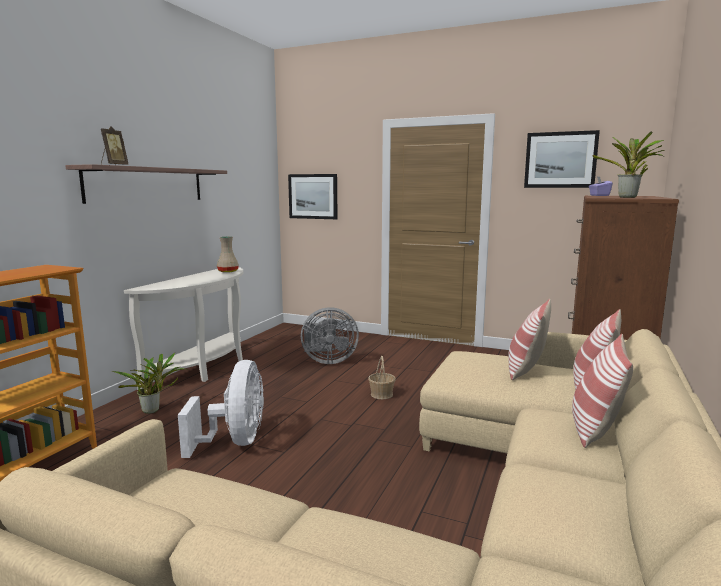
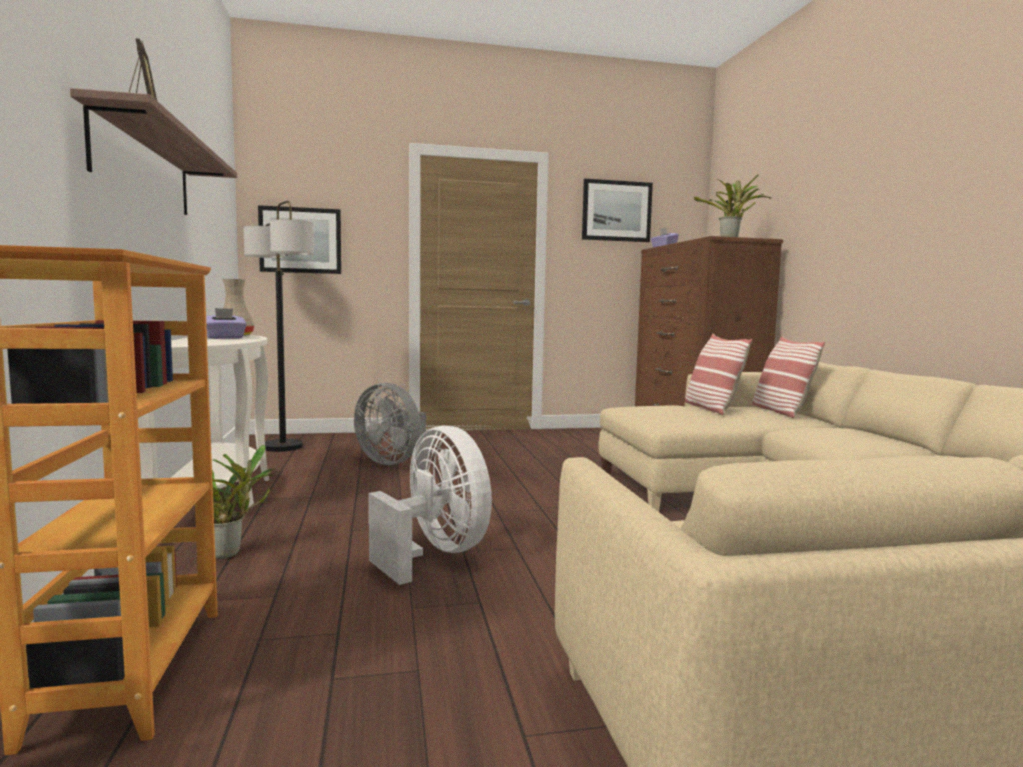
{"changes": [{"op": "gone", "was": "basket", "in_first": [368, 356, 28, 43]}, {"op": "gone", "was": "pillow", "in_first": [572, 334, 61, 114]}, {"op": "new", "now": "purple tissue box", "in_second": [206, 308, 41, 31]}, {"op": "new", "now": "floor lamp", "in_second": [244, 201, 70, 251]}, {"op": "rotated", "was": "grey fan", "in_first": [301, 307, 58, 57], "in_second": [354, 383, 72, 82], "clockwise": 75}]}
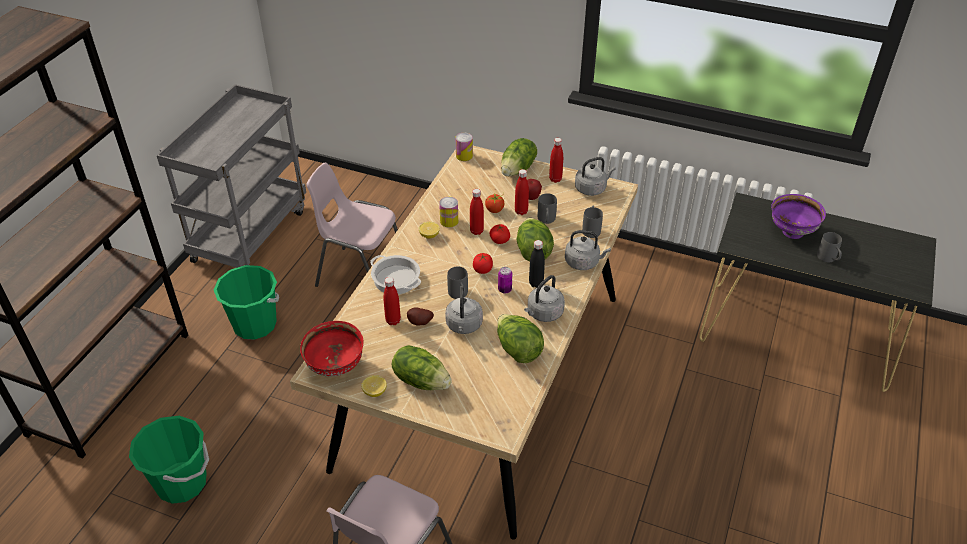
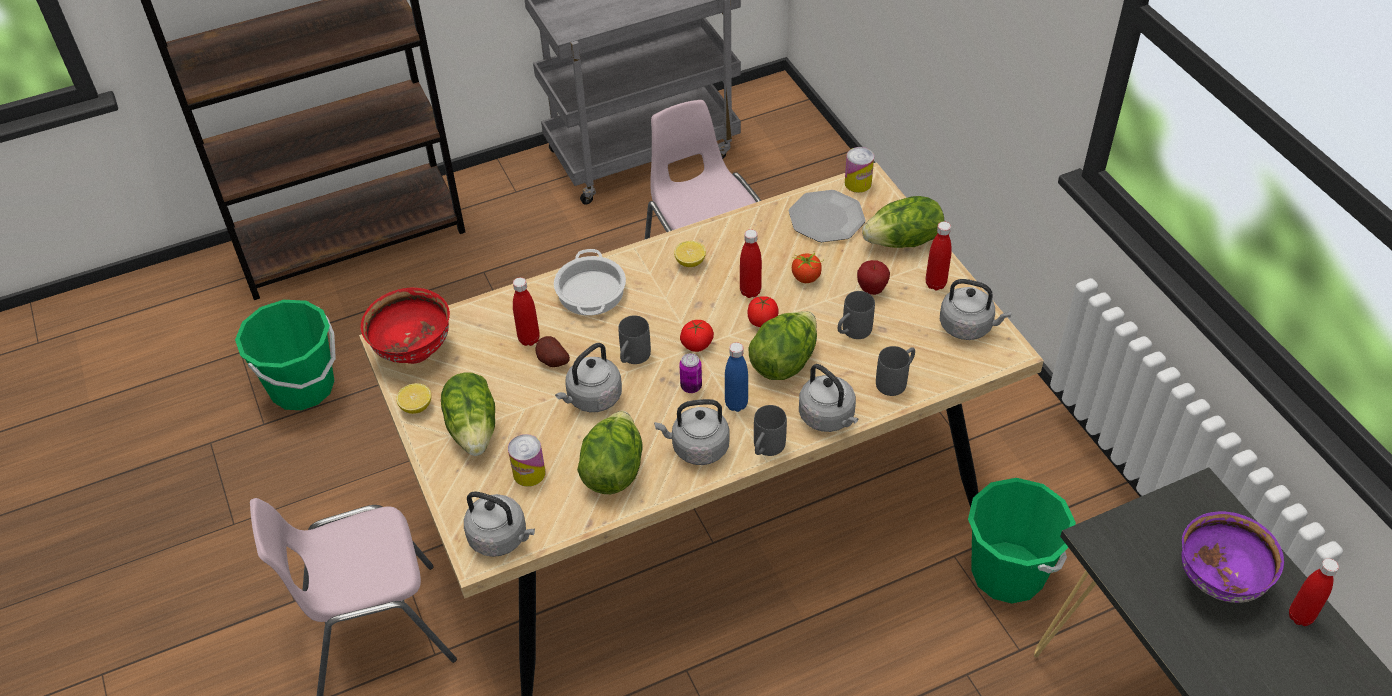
{"changes": [{"op": "new", "now": "grey kettle", "in_second": [464, 491, 71, 66]}, {"op": "new", "now": "plate", "in_second": [789, 190, 76, 52]}, {"op": "shifted", "was": "green bucket", "in_first": [214, 265, 65, 75], "in_second": [968, 478, 108, 126]}, {"op": "shifted", "was": "can", "in_first": [439, 197, 19, 30], "in_second": [508, 434, 37, 53]}, {"op": "shifted", "was": "red bottle", "in_first": [515, 169, 14, 46], "in_second": [1289, 558, 50, 68]}, {"op": "shifted", "was": "grey mug", "in_first": [817, 232, 25, 30], "in_second": [754, 405, 33, 51]}, {"op": "repainted", "was": "black bottle", "now": "blue bottle", "in_first": [529, 240, 16, 48], "in_second": [725, 342, 23, 70]}]}
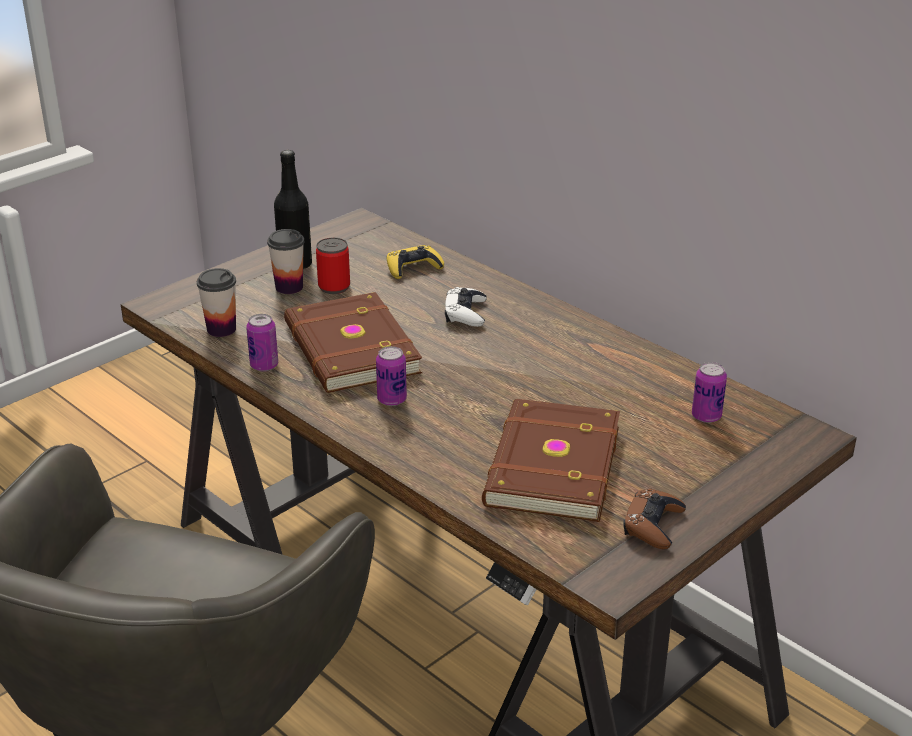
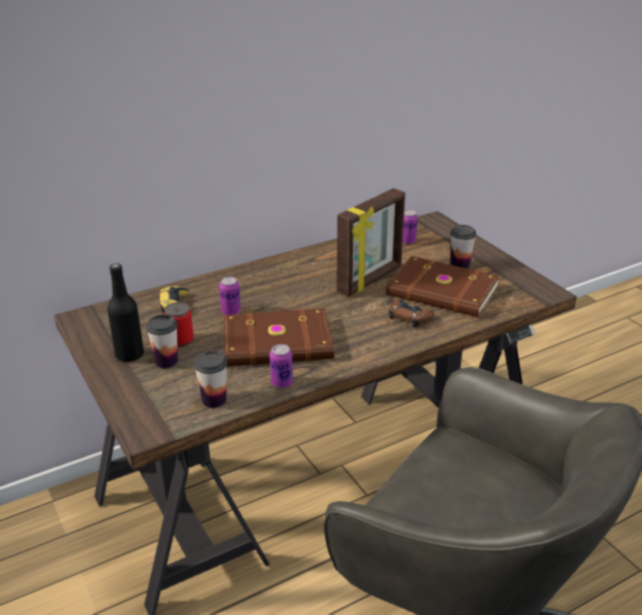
{"changes": [{"op": "gone", "was": "white game controller", "in_first": [445, 287, 42, 40]}, {"op": "new", "now": "picture frame", "in_second": [337, 188, 68, 109]}, {"op": "new", "now": "cup", "in_second": [450, 225, 26, 44]}, {"op": "shifted", "was": "can", "in_first": [376, 346, 31, 60], "in_second": [219, 277, 22, 38]}, {"op": "shifted", "was": "brown game controller", "in_first": [623, 488, 63, 62], "in_second": [389, 300, 45, 28]}]}
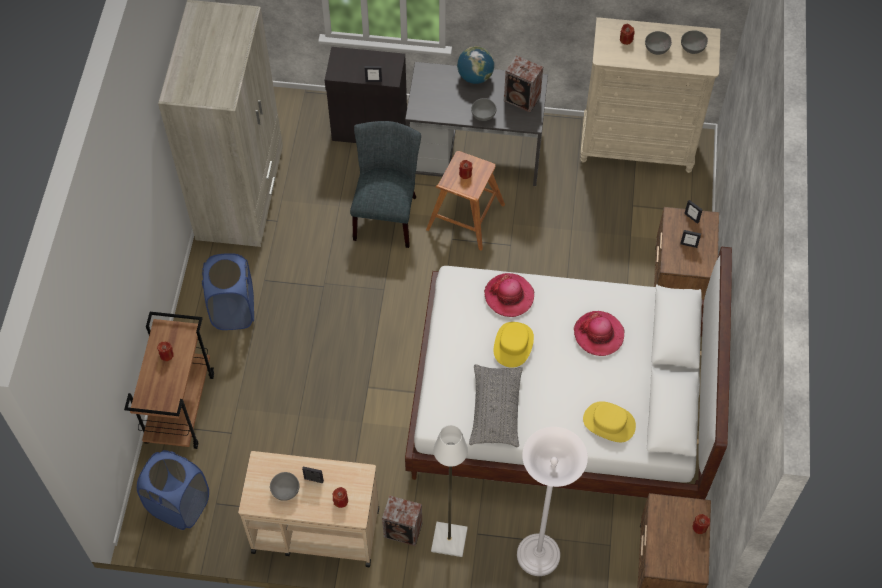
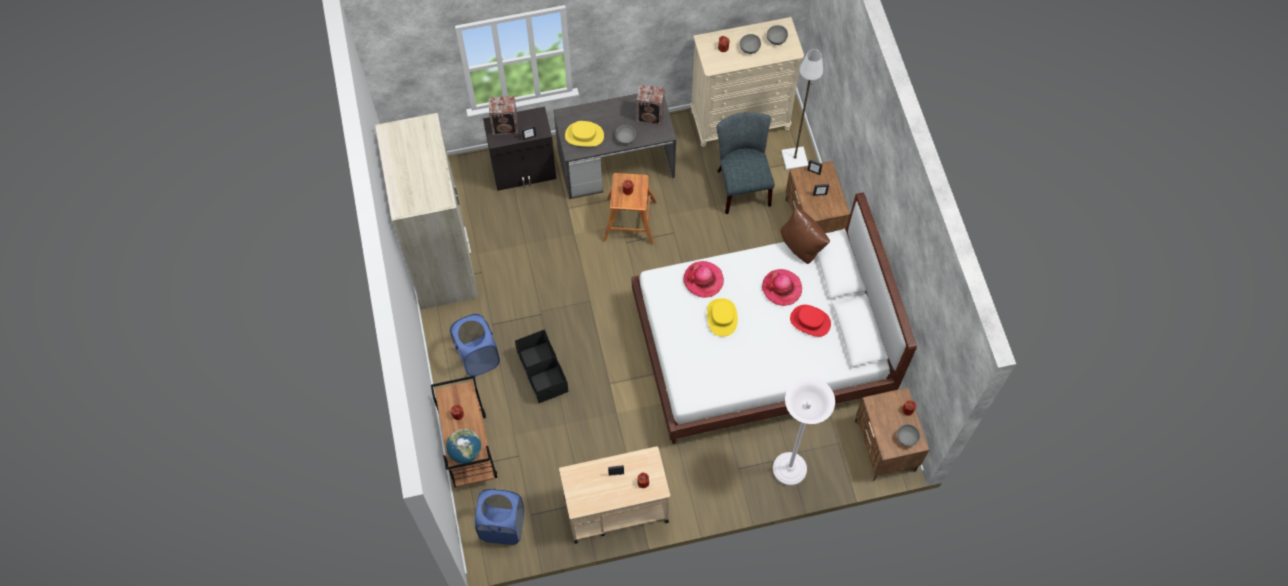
{"changes": [{"op": "gone", "was": "grey pillow", "in_first": [469, 364, 54, 83]}, {"op": "new", "now": "black storage box", "in_second": [515, 329, 53, 74]}, {"op": "new", "now": "brown pillow", "in_second": [780, 208, 50, 56]}, {"op": "new", "now": "red hat", "in_second": [790, 305, 41, 32]}, {"op": "shifted", "was": "grey bowl", "in_first": [270, 472, 29, 29], "in_second": [897, 424, 23, 23]}, {"op": "shifted", "was": "grey chair", "in_first": [350, 121, 71, 127], "in_second": [717, 112, 58, 102]}, {"op": "shifted", "was": "speaker", "in_first": [382, 495, 40, 51], "in_second": [489, 96, 29, 39]}, {"op": "shifted", "was": "white floor lamp", "in_first": [431, 425, 37, 132], "in_second": [781, 49, 42, 121]}, {"op": "shifted", "was": "globe", "in_first": [457, 46, 37, 38], "in_second": [446, 429, 35, 35]}, {"op": "shifted", "was": "yellow hat", "in_first": [583, 401, 53, 41], "in_second": [565, 121, 39, 26]}]}
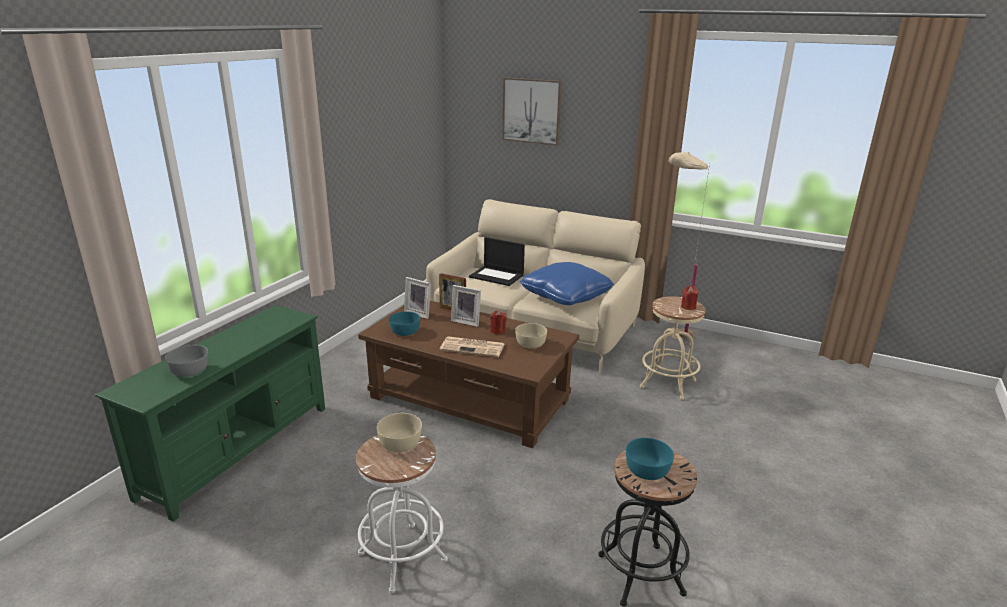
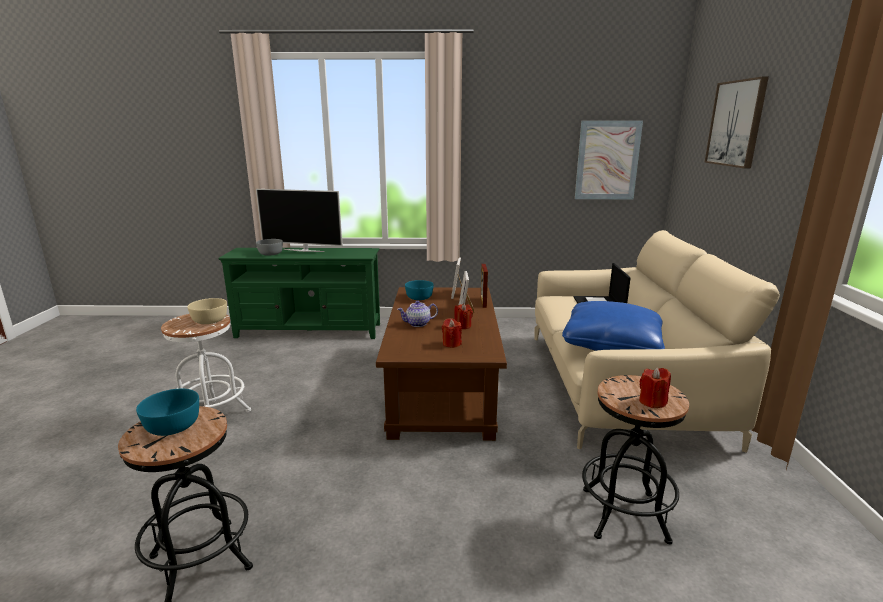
{"changes": [{"op": "gone", "was": "beige floor lamp", "in_first": [669, 152, 41, 187]}, {"op": "new", "now": "television", "in_second": [256, 189, 87, 63]}, {"op": "new", "now": "picture", "in_second": [575, 121, 68, 78]}, {"op": "swapped", "was": "newspaper", "now": "teapot", "in_first": [440, 336, 65, 21], "in_second": [397, 301, 41, 26]}, {"op": "swapped", "was": "beige bowl", "now": "red candle", "in_first": [515, 323, 32, 25], "in_second": [442, 318, 20, 30]}, {"op": "repainted", "was": "beige stool", "now": "black stool", "in_first": [640, 296, 66, 104], "in_second": [582, 375, 107, 169]}]}
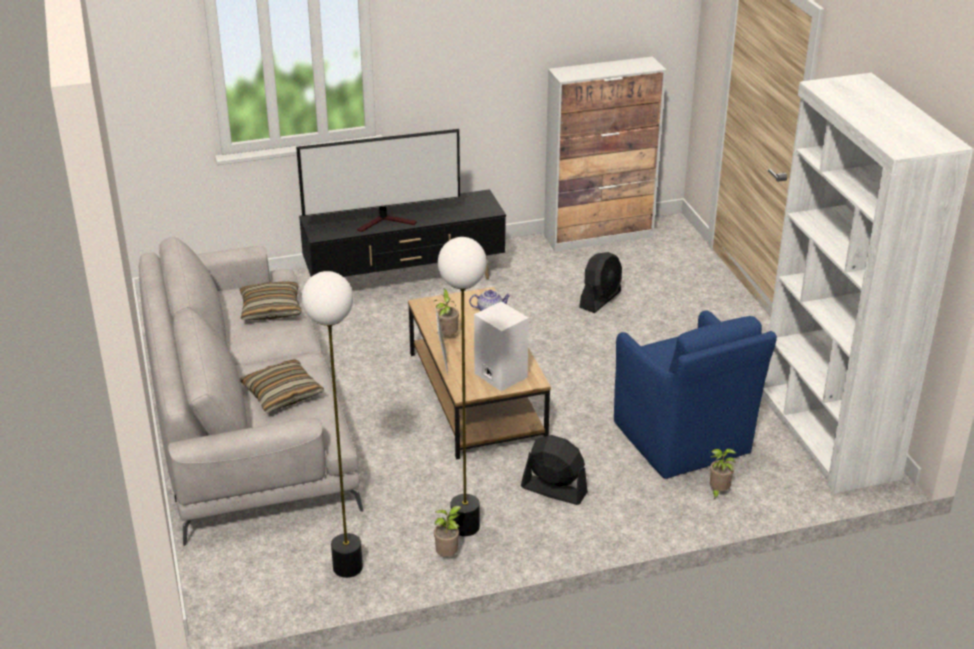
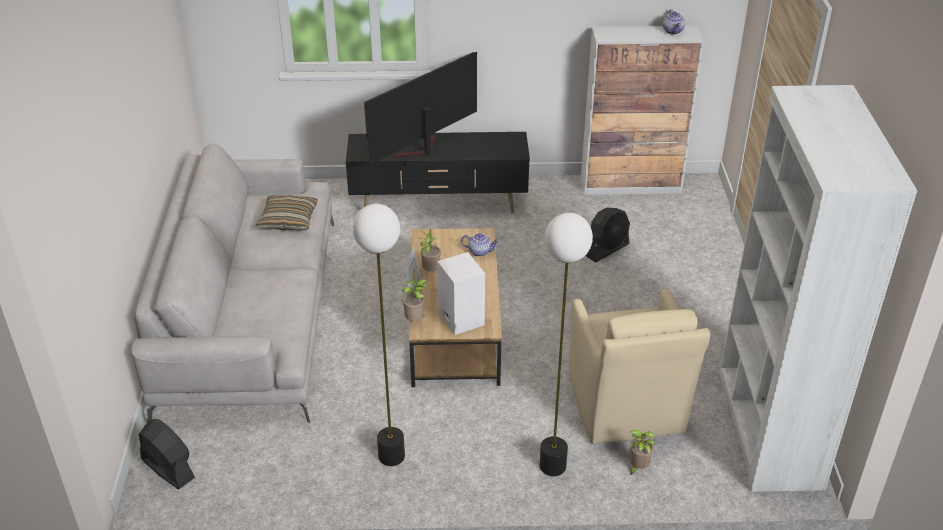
{"changes": [{"op": "gone", "was": "pillow", "in_first": [240, 359, 84, 53]}, {"op": "new", "now": "teapot", "in_second": [663, 9, 22, 26]}, {"op": "shifted", "was": "floor lamp", "in_first": [302, 271, 61, 307], "in_second": [540, 213, 53, 263]}, {"op": "shifted", "was": "potted plant", "in_first": [434, 506, 27, 51], "in_second": [402, 279, 25, 42]}, {"op": "shifted", "was": "black fan", "in_first": [521, 435, 67, 70], "in_second": [139, 419, 56, 70]}, {"op": "repainted", "was": "blue armchair", "now": "beige armchair", "in_first": [614, 311, 163, 168], "in_second": [569, 289, 141, 155]}, {"op": "rotated", "was": "television", "in_first": [296, 129, 164, 103], "in_second": [364, 52, 113, 113], "clockwise": 135}]}
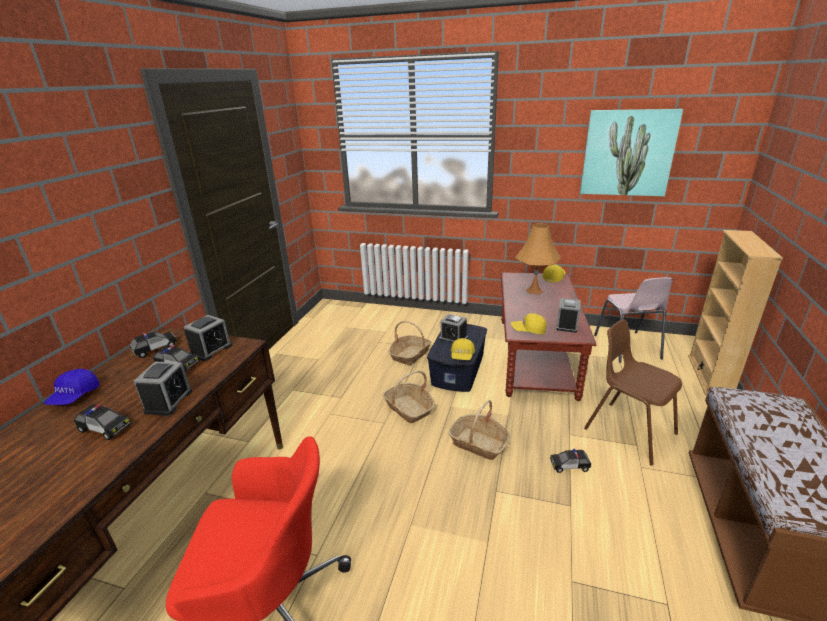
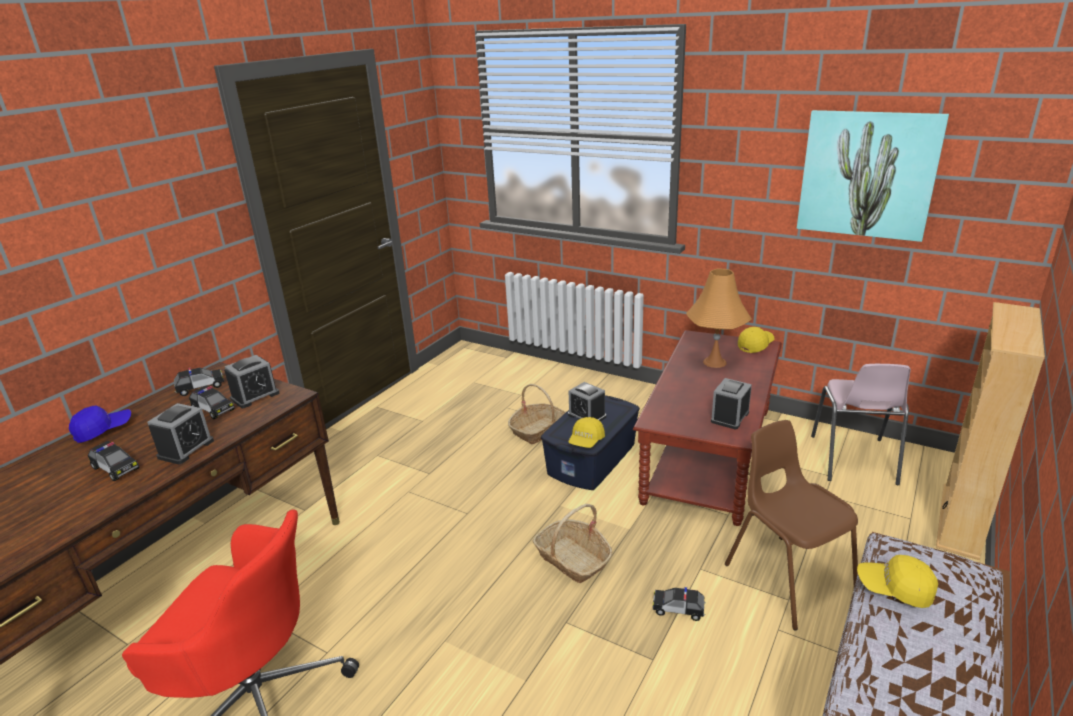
{"changes": [{"op": "gone", "was": "basket", "in_first": [382, 370, 53, 53]}, {"op": "shifted", "was": "yellow cap", "in_first": [511, 313, 36, 21], "in_second": [857, 555, 81, 53]}, {"op": "rotated", "was": "blue cap", "in_first": [44, 369, 56, 36], "in_second": [69, 406, 62, 37], "clockwise": -150}]}
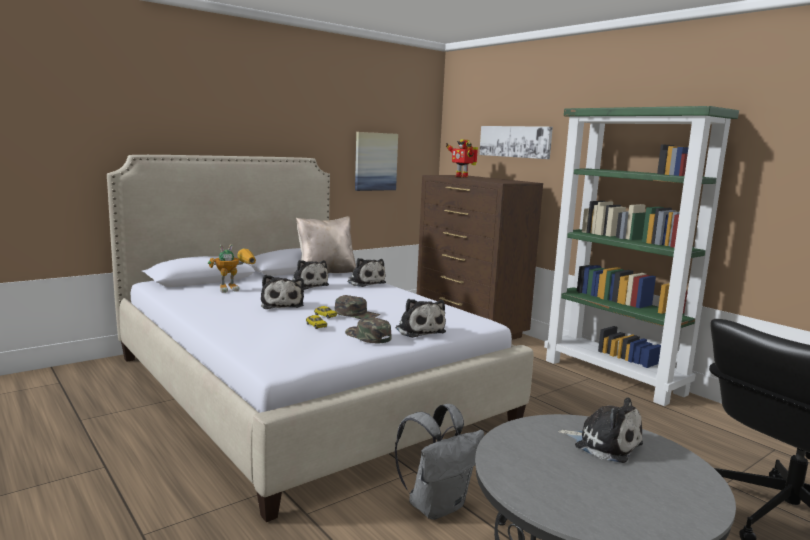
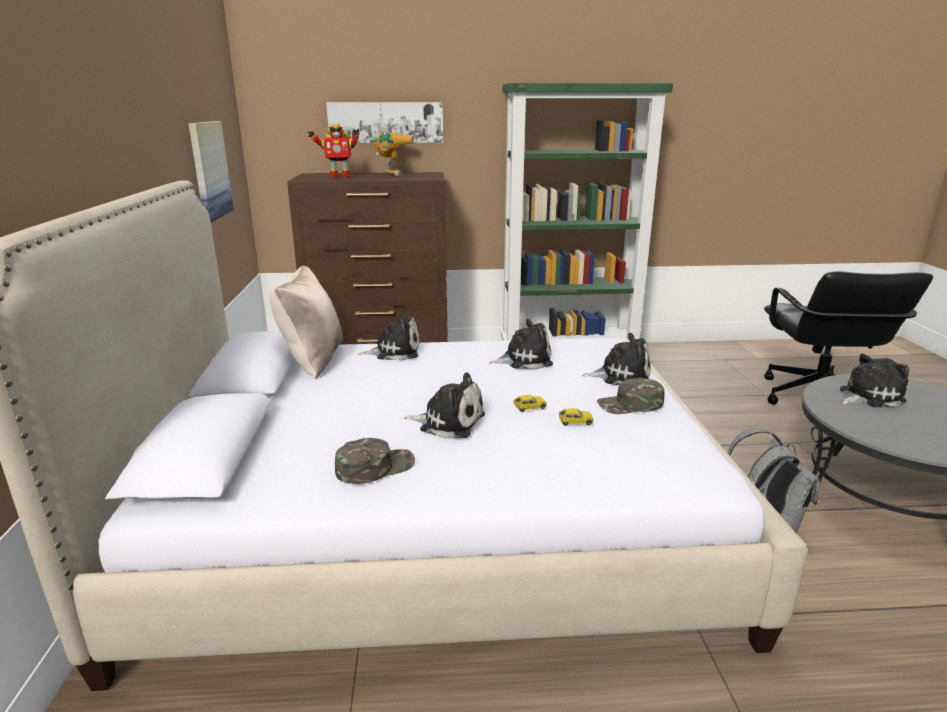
{"changes": [{"op": "shifted", "was": "toy robot", "in_first": [208, 244, 48, 49], "in_second": [371, 127, 42, 49]}, {"op": "shifted", "was": "plush toy", "in_first": [292, 260, 37, 30], "in_second": [489, 319, 64, 50]}, {"op": "shifted", "was": "green cap", "in_first": [335, 295, 45, 24], "in_second": [335, 438, 80, 46]}]}
